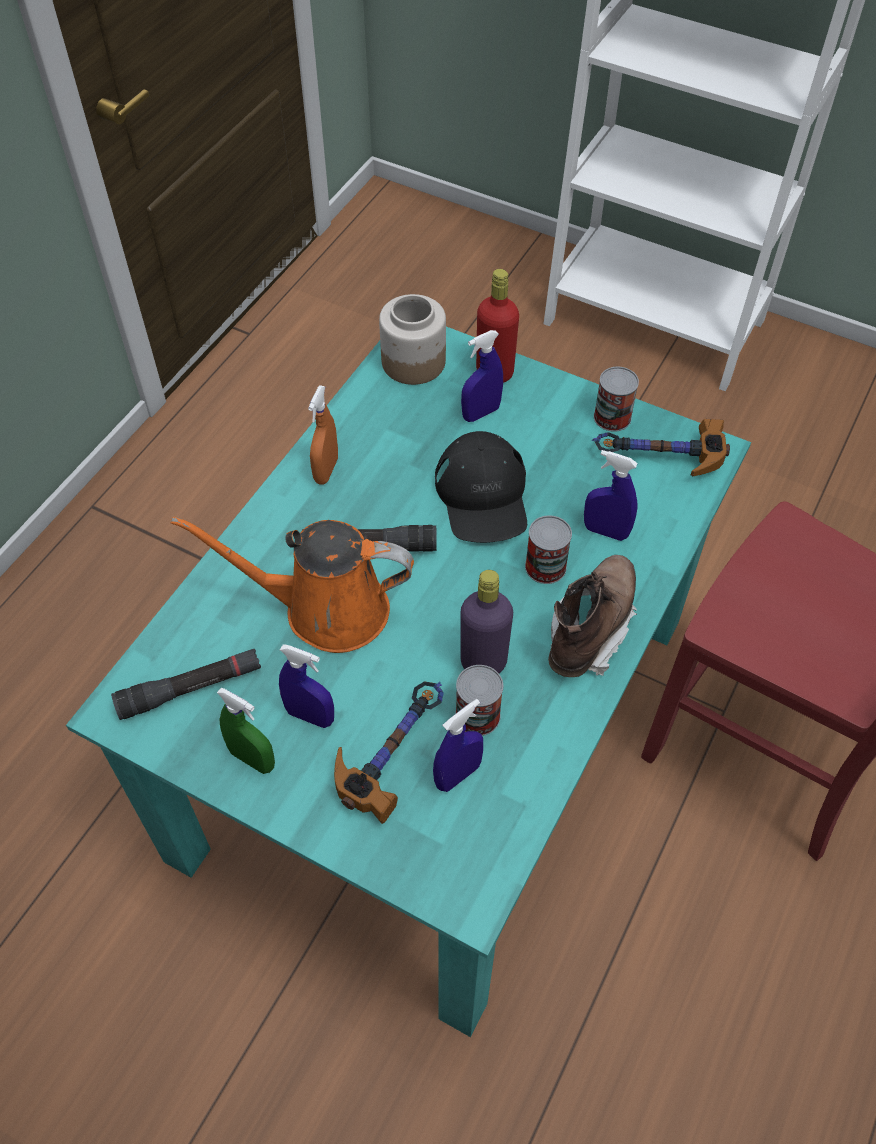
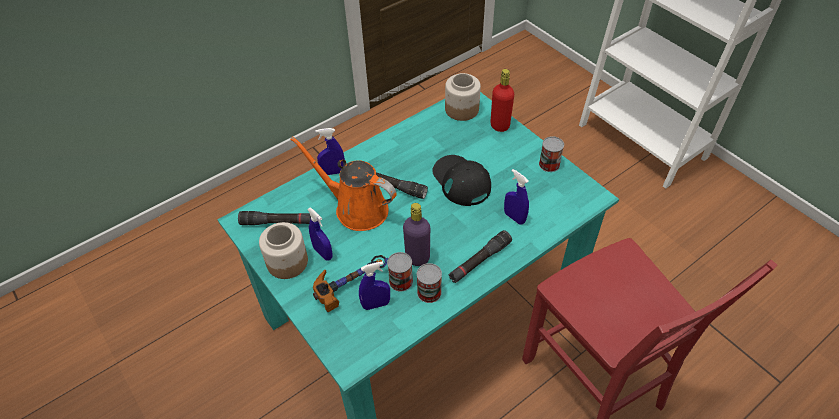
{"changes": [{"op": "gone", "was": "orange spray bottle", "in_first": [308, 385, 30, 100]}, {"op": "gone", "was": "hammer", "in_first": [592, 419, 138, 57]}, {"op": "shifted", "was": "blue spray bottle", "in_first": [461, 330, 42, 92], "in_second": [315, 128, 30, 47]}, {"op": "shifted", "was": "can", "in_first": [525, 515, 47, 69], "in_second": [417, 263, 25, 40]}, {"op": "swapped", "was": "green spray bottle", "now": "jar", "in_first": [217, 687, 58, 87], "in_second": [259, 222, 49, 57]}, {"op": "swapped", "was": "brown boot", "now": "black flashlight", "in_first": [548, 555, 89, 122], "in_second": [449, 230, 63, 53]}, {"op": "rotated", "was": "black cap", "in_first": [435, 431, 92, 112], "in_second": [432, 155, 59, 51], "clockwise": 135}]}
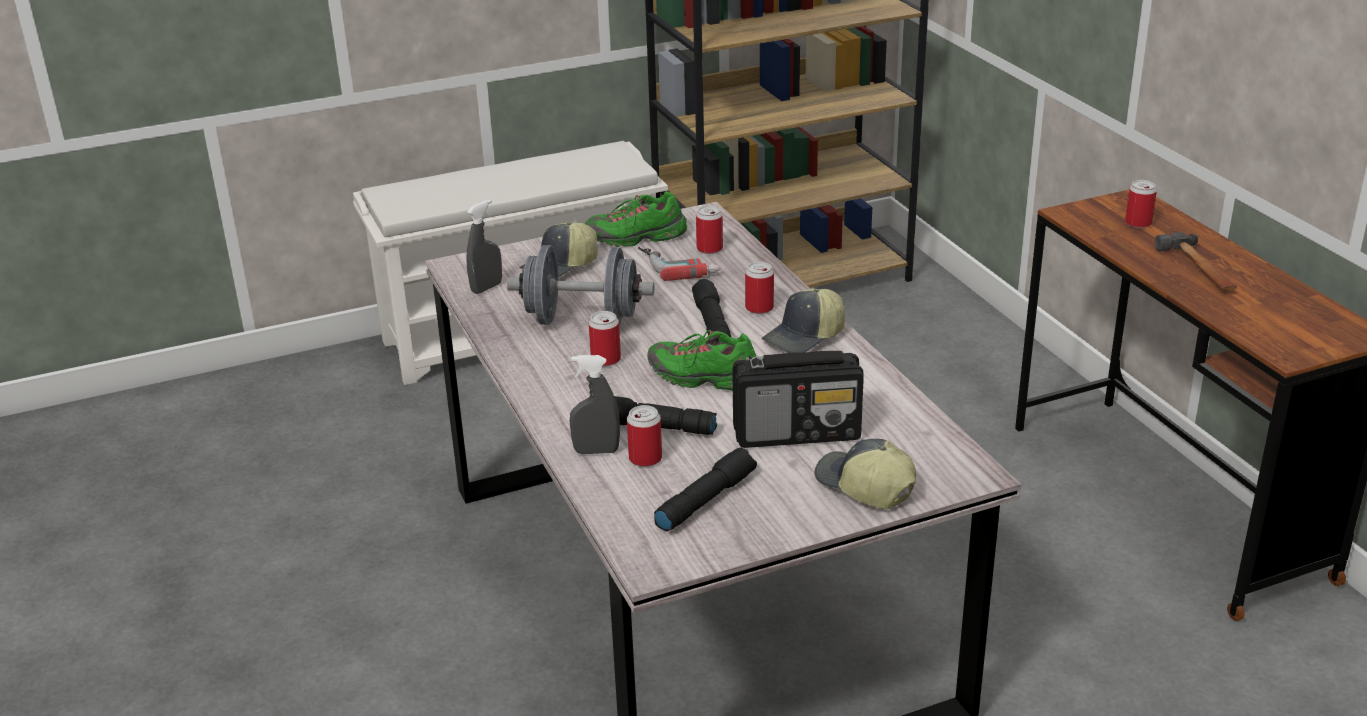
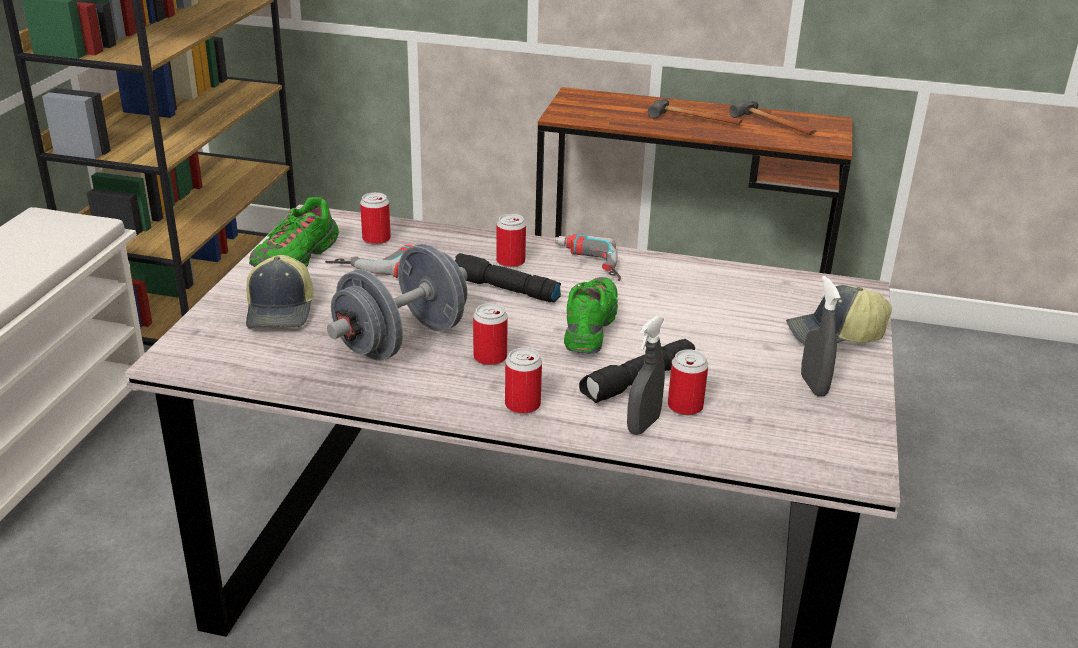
{"changes": [{"op": "gone", "was": "black flashlight", "in_first": [654, 448, 103, 84]}, {"op": "gone", "was": "radio", "in_first": [732, 351, 132, 97]}, {"op": "new", "now": "hammer", "in_second": [729, 101, 87, 34]}, {"op": "shifted", "was": "grey spray bottle", "in_first": [466, 199, 36, 95], "in_second": [801, 276, 40, 121]}, {"op": "shifted", "was": "can", "in_first": [1125, 180, 32, 48], "in_second": [505, 348, 37, 66]}, {"op": "swapped", "was": "cap", "now": "power drill", "in_first": [762, 288, 83, 65], "in_second": [553, 234, 68, 47]}, {"op": "rotated", "was": "green shoe", "in_first": [647, 330, 109, 61], "in_second": [564, 277, 54, 77], "clockwise": 135}]}
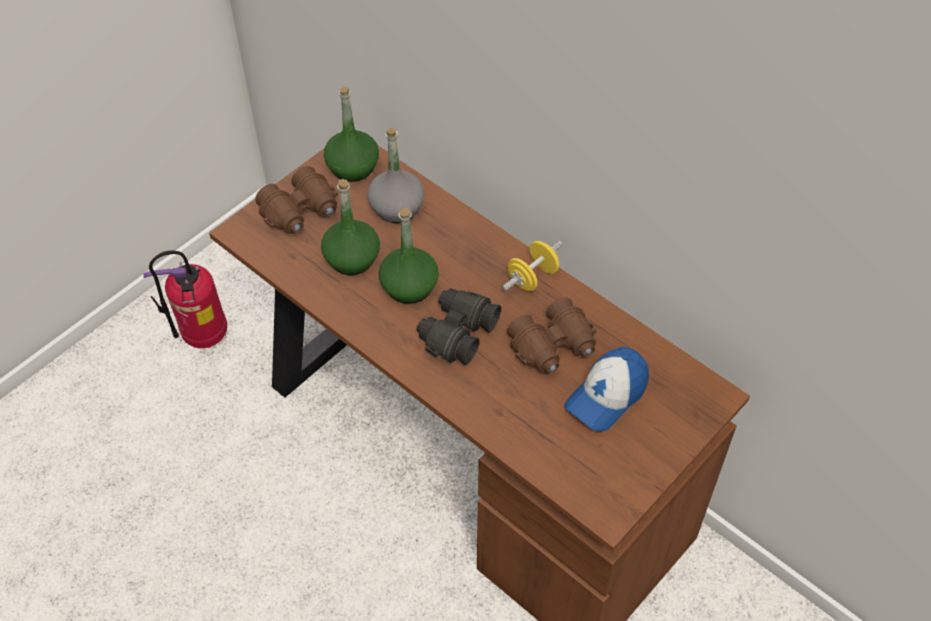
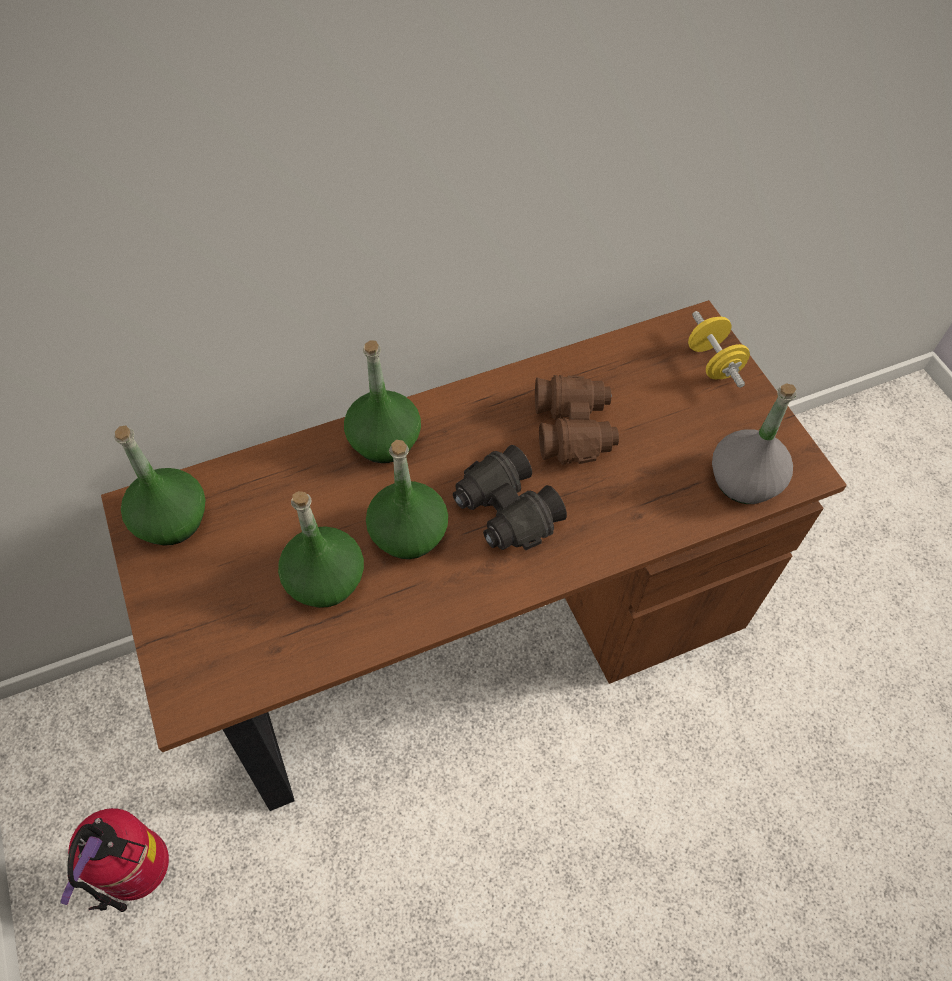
{"changes": [{"op": "gone", "was": "brown binoculars", "in_first": [255, 166, 83, 68]}, {"op": "gone", "was": "cap", "in_first": [564, 347, 85, 85]}, {"op": "new", "now": "green bottle", "in_second": [344, 340, 77, 123]}, {"op": "shifted", "was": "grey bottle", "in_first": [367, 128, 57, 95], "in_second": [712, 383, 84, 121]}, {"op": "shifted", "was": "yellow dumbbell", "in_first": [503, 241, 60, 50], "in_second": [688, 311, 62, 77]}]}
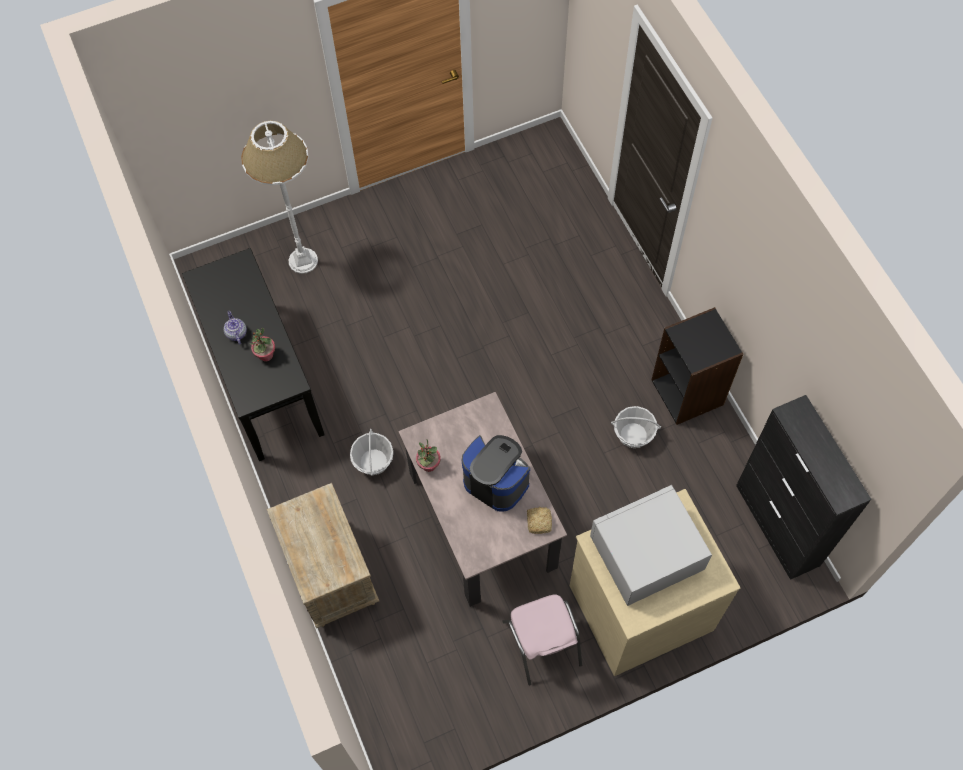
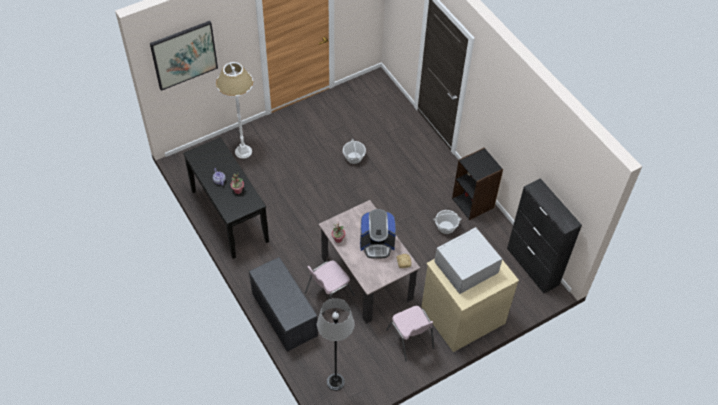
{"changes": [{"op": "new", "now": "picture", "in_second": [150, 21, 68, 70]}, {"op": "new", "now": "pink chair", "in_second": [305, 260, 50, 55]}, {"op": "new", "now": "grey floor lamp", "in_second": [317, 298, 37, 93]}, {"op": "shifted", "was": "basket", "in_first": [350, 429, 43, 47], "in_second": [343, 139, 23, 25]}, {"op": "swapped", "was": "beige nightstand", "now": "grey bench", "in_first": [267, 483, 112, 145], "in_second": [249, 257, 69, 95]}, {"op": "rotated", "was": "coffee machine", "in_first": [462, 435, 68, 77], "in_second": [360, 209, 36, 50], "clockwise": 150}]}
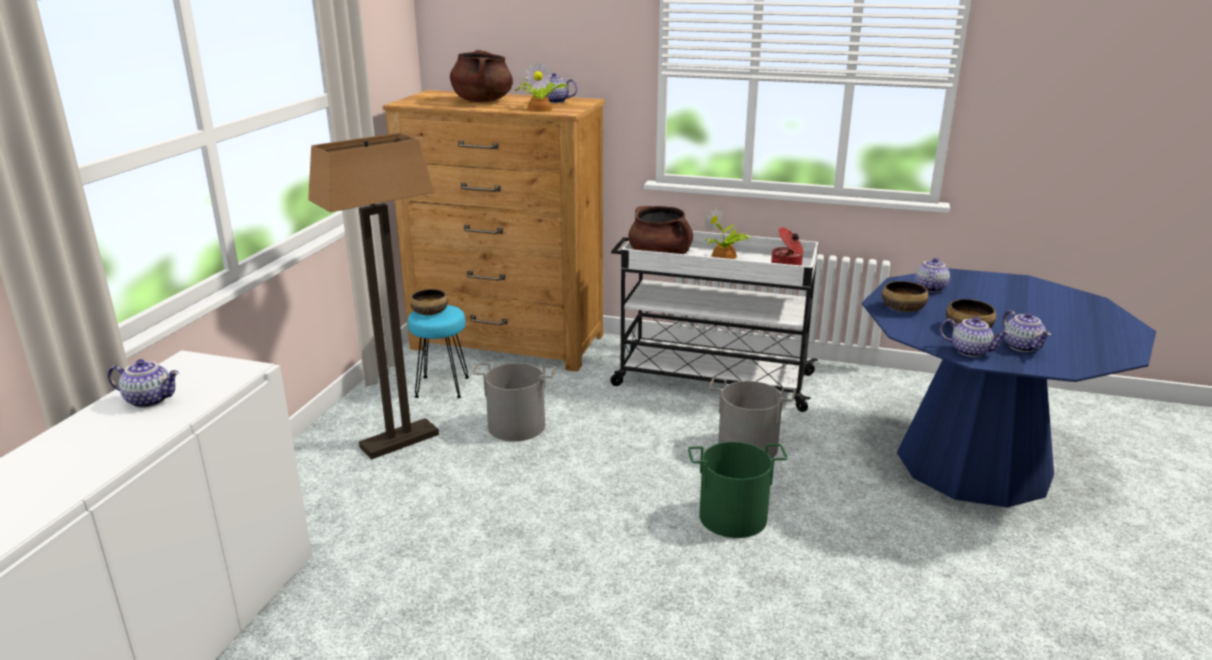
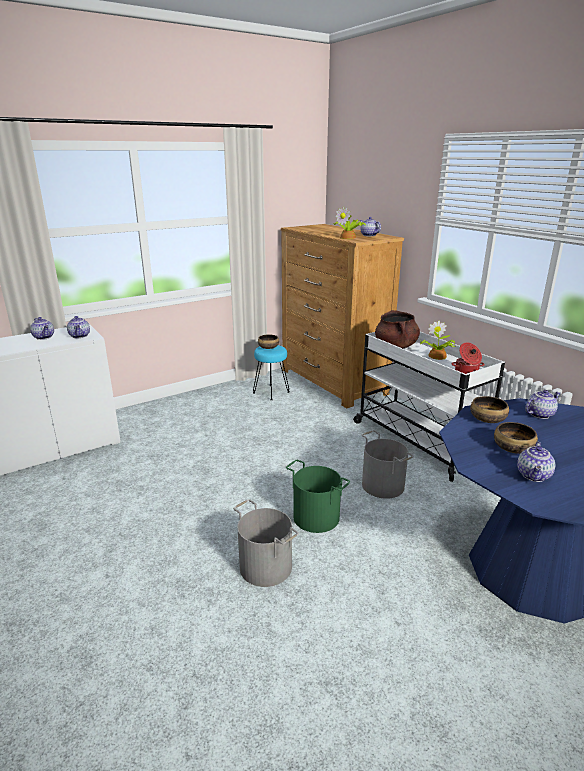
{"changes": [{"op": "gone", "was": "floor lamp", "in_first": [308, 133, 131, 326]}, {"op": "gone", "was": "brown cooking pot", "in_first": [450, 50, 63, 52]}, {"op": "shifted", "was": "grey bucket", "in_first": [472, 363, 84, 78], "in_second": [233, 499, 66, 88]}, {"op": "shifted", "was": "teapot", "in_first": [940, 317, 70, 40], "in_second": [67, 316, 23, 22]}]}
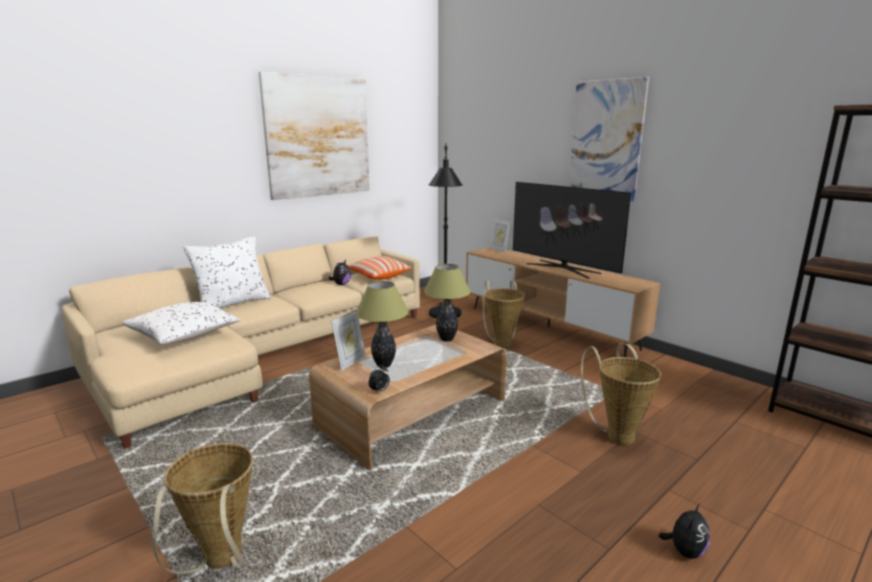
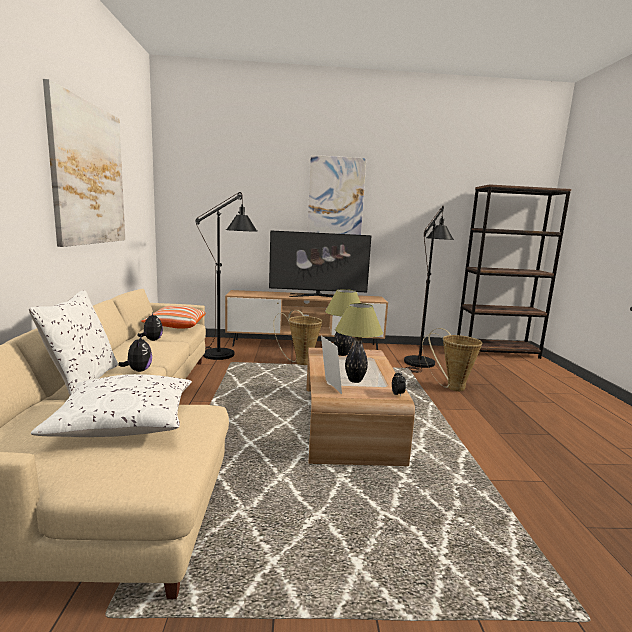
{"changes": [{"op": "gone", "was": "basket", "in_first": [152, 443, 101, 131]}, {"op": "gone", "was": "picture frame", "in_first": [490, 218, 21, 35]}, {"op": "new", "now": "black floor lamp", "in_second": [404, 206, 50, 167]}, {"op": "shifted", "was": "plush toy", "in_first": [659, 503, 51, 56], "in_second": [118, 335, 34, 37]}]}
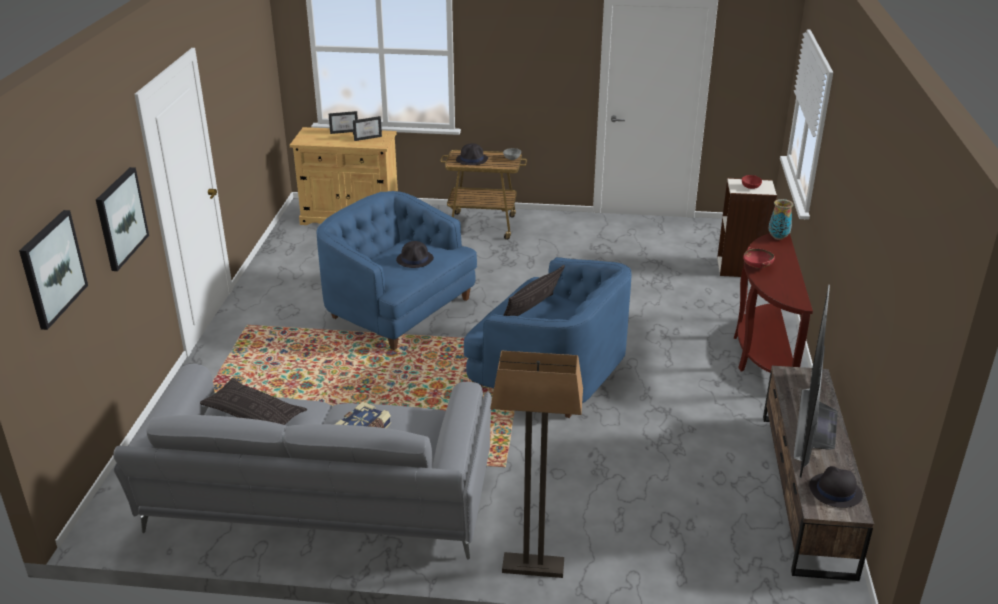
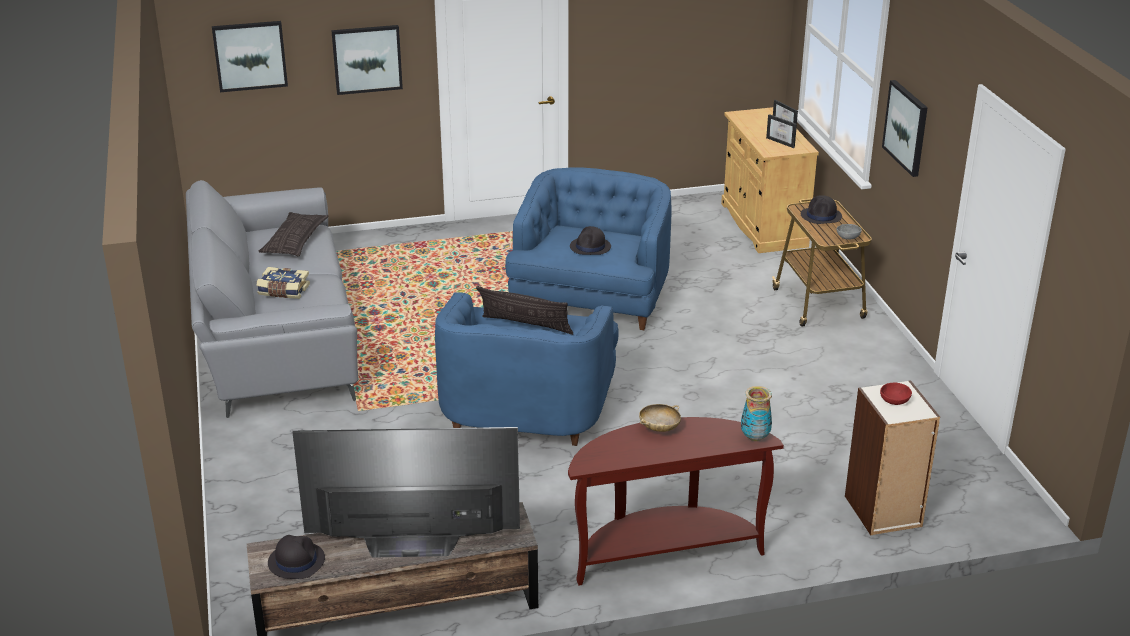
{"changes": [{"op": "gone", "was": "floor lamp", "in_first": [490, 351, 93, 227]}, {"op": "new", "now": "picture", "in_second": [882, 80, 46, 97]}, {"op": "repainted", "was": "red bowl", "now": "beige bowl", "in_first": [743, 247, 32, 22], "in_second": [639, 404, 42, 28]}]}
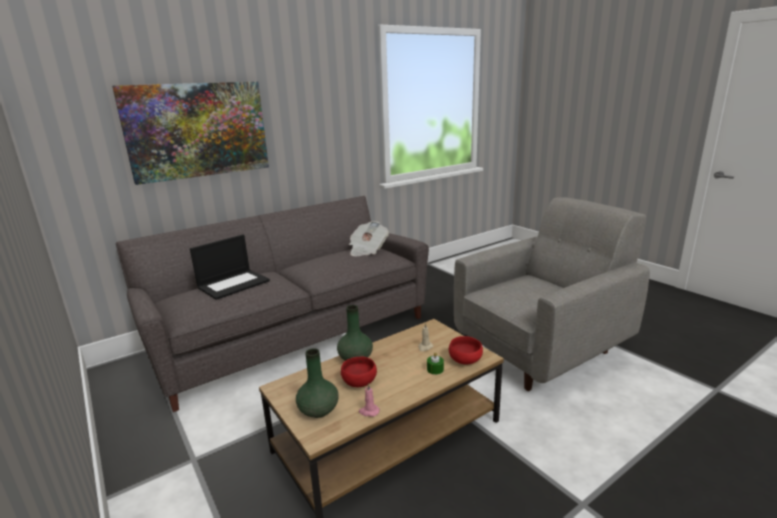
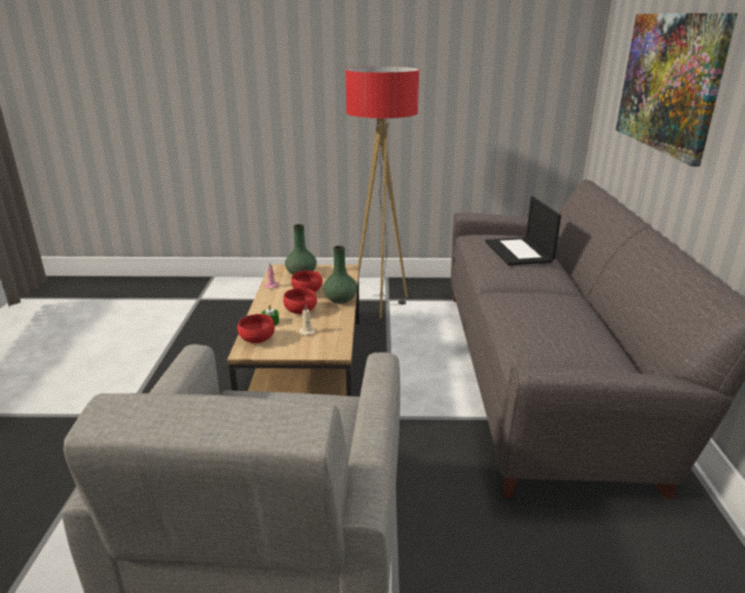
{"changes": [{"op": "gone", "was": "newspaper", "in_first": [349, 221, 40, 35]}, {"op": "new", "now": "red bowl", "in_second": [283, 288, 34, 26]}, {"op": "new", "now": "floor lamp", "in_second": [346, 66, 73, 253]}]}
